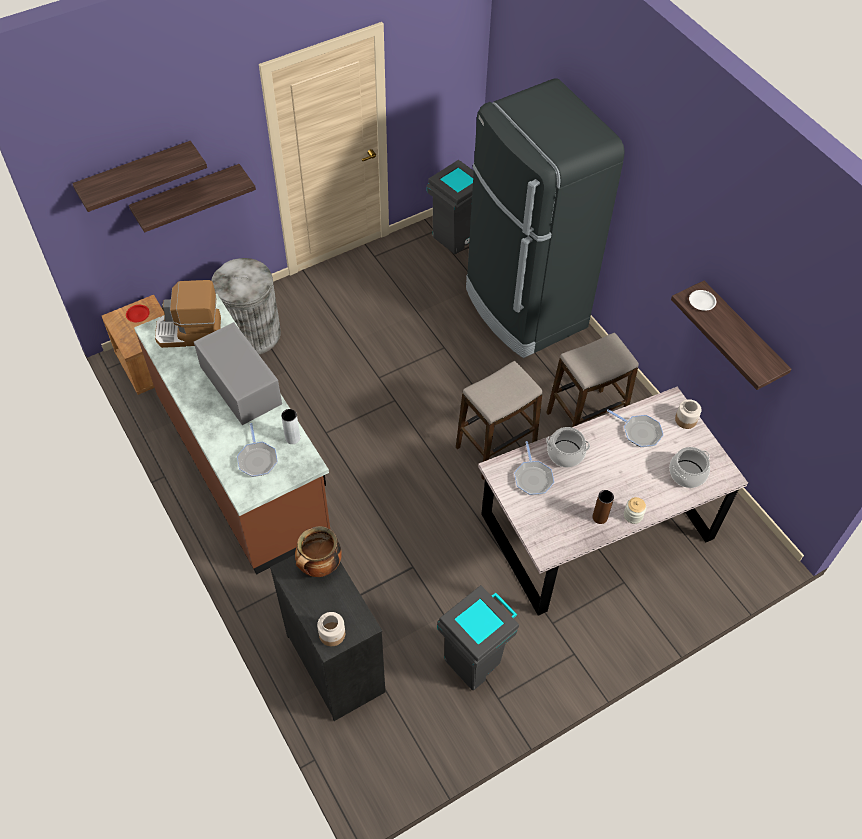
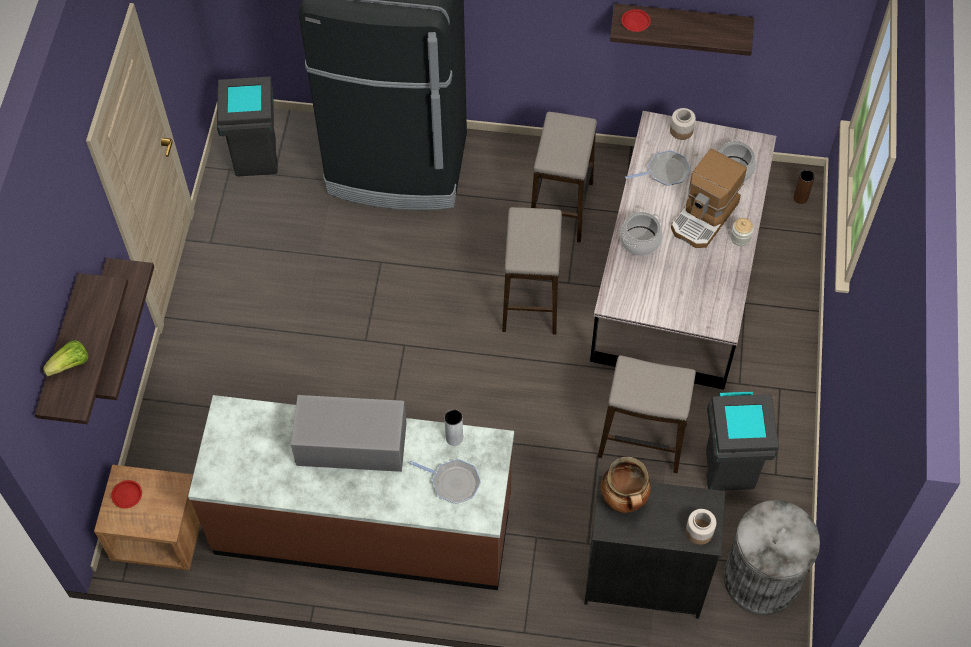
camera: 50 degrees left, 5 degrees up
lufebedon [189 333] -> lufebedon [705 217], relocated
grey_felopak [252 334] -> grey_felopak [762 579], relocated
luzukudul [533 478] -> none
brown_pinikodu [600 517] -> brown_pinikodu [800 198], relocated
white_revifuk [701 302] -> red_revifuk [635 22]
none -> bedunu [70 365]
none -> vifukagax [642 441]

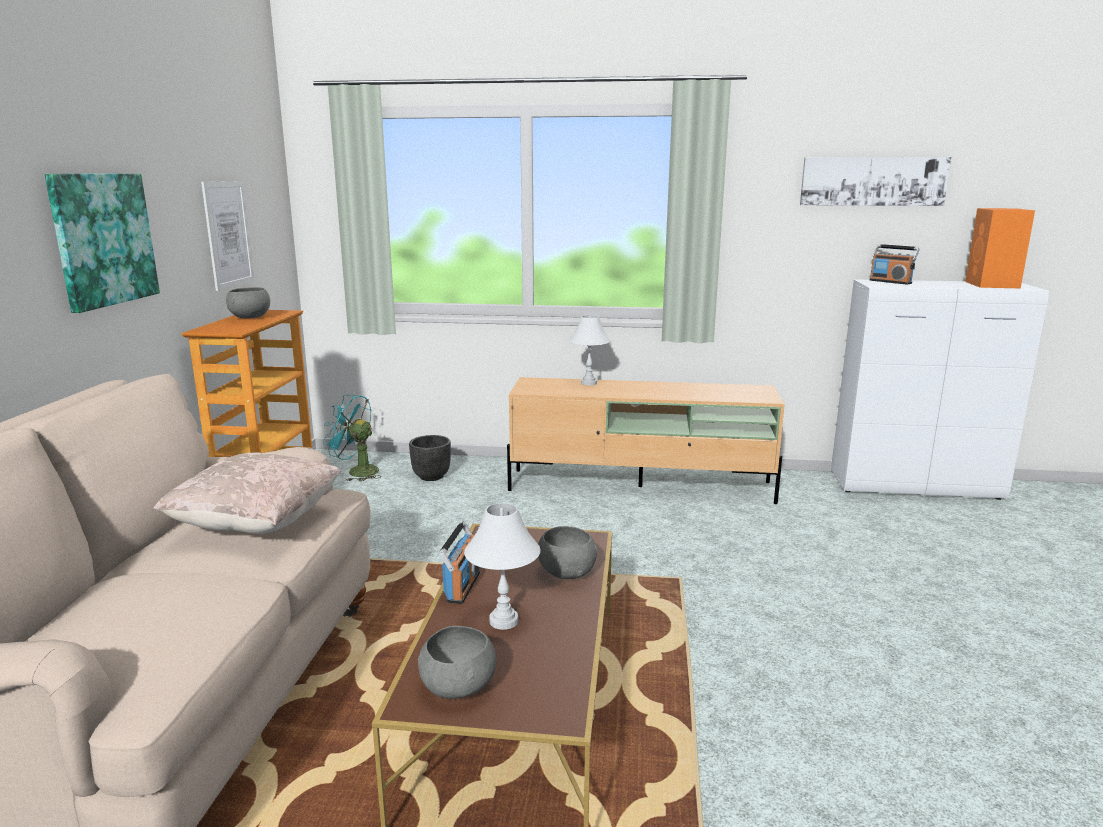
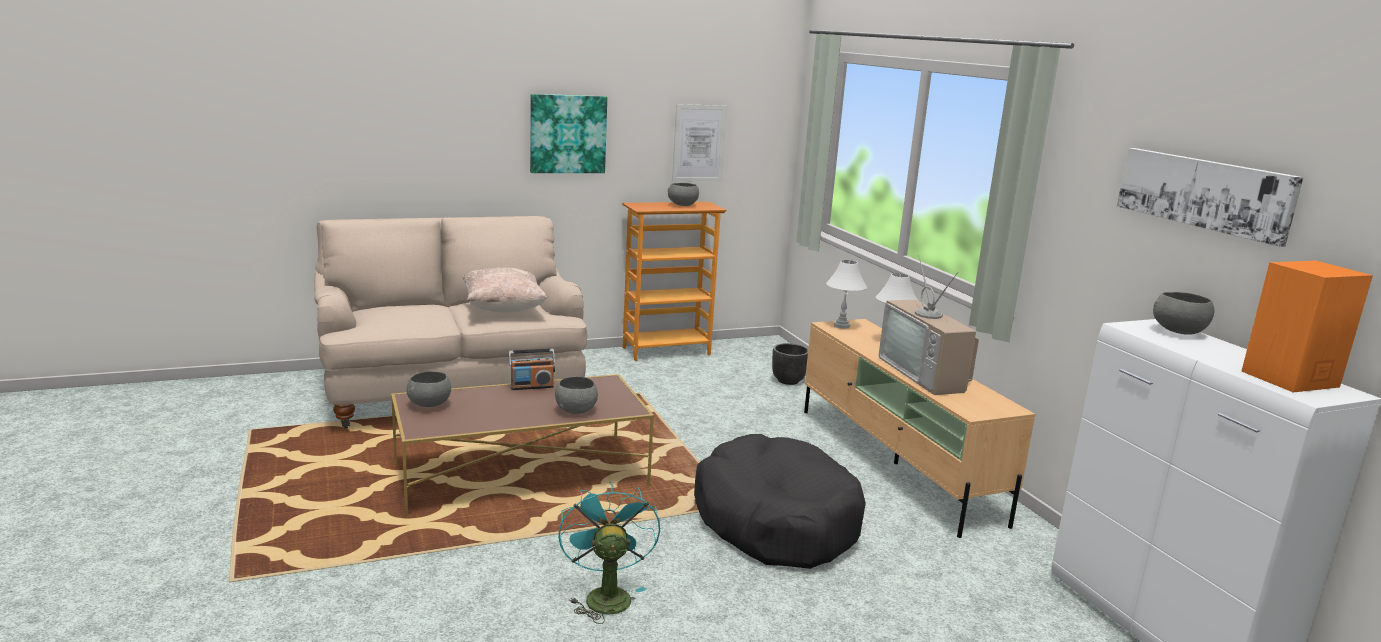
camera: 60 degrees right, 0 degrees up
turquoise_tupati [356 471] -> turquoise_tupati [605 595], relocated
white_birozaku [503 621] -> white_birozaku [841 326], relocated
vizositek [890 282] -> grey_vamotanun [1177 332]
none -> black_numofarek [775 521]
none -> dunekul [927 374]

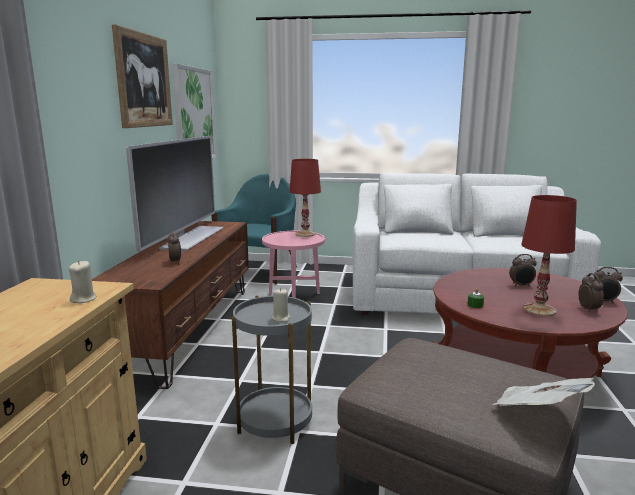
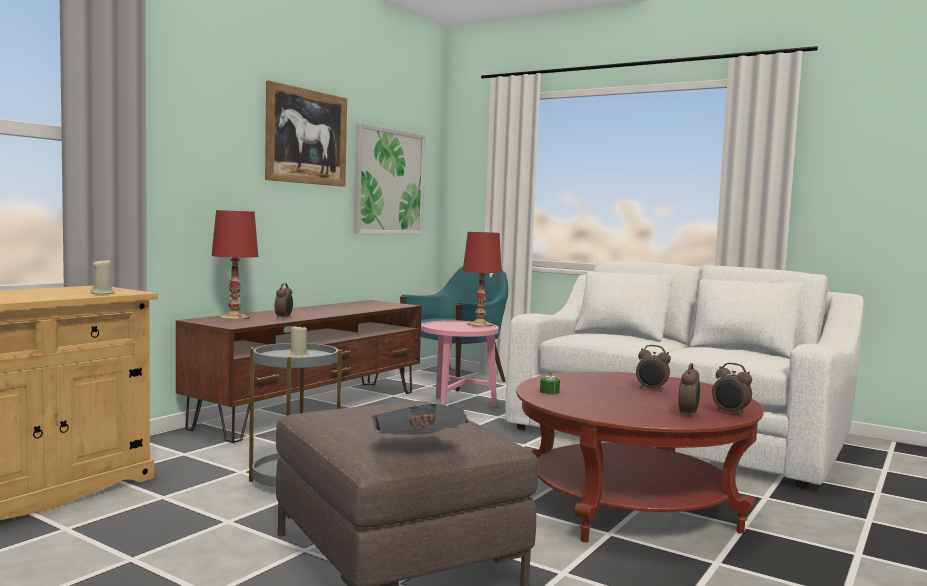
camera: 25 degrees right, 10 degrees down
dunekul [191 238] -> none
red_birozaku [539 309] -> red_birozaku [235 317], relocated

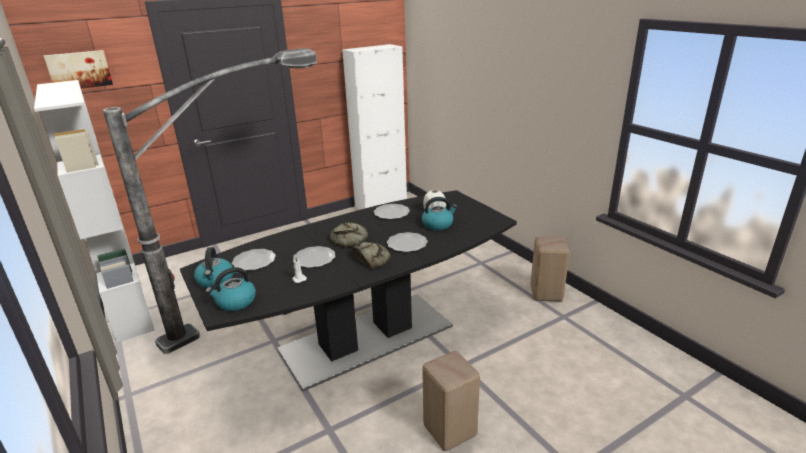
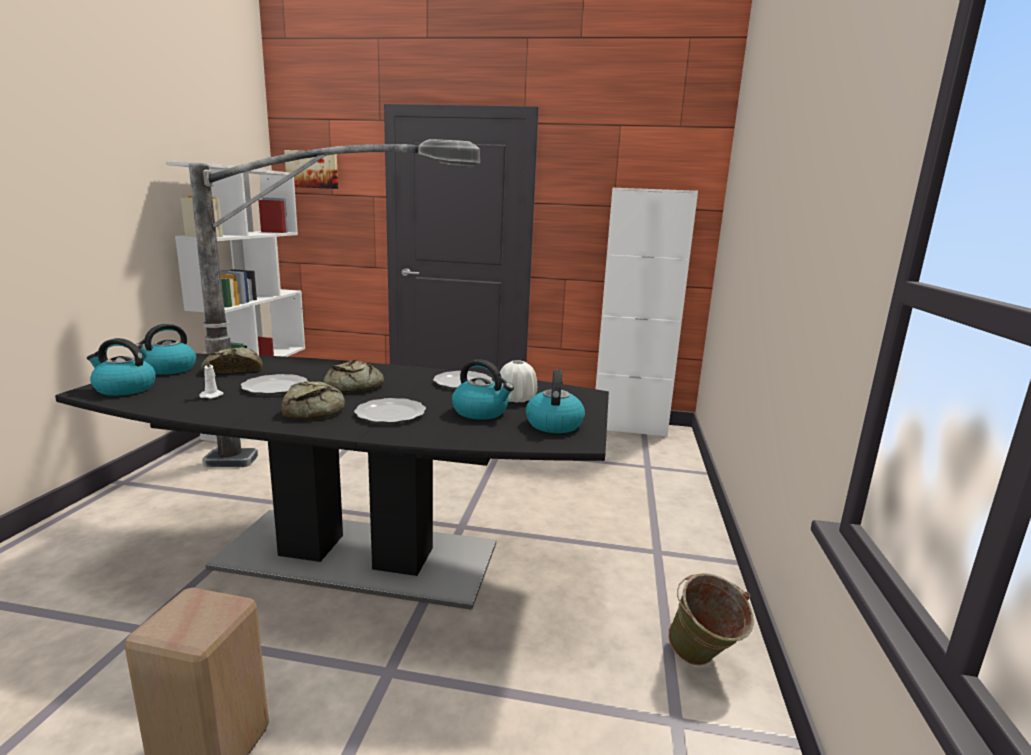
camera: 40 degrees right, 10 degrees down
revifuk [254 261] -> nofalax [232 369]
beige_vifukagax [547 294] -> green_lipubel [702 662]
none -> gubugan [554 424]

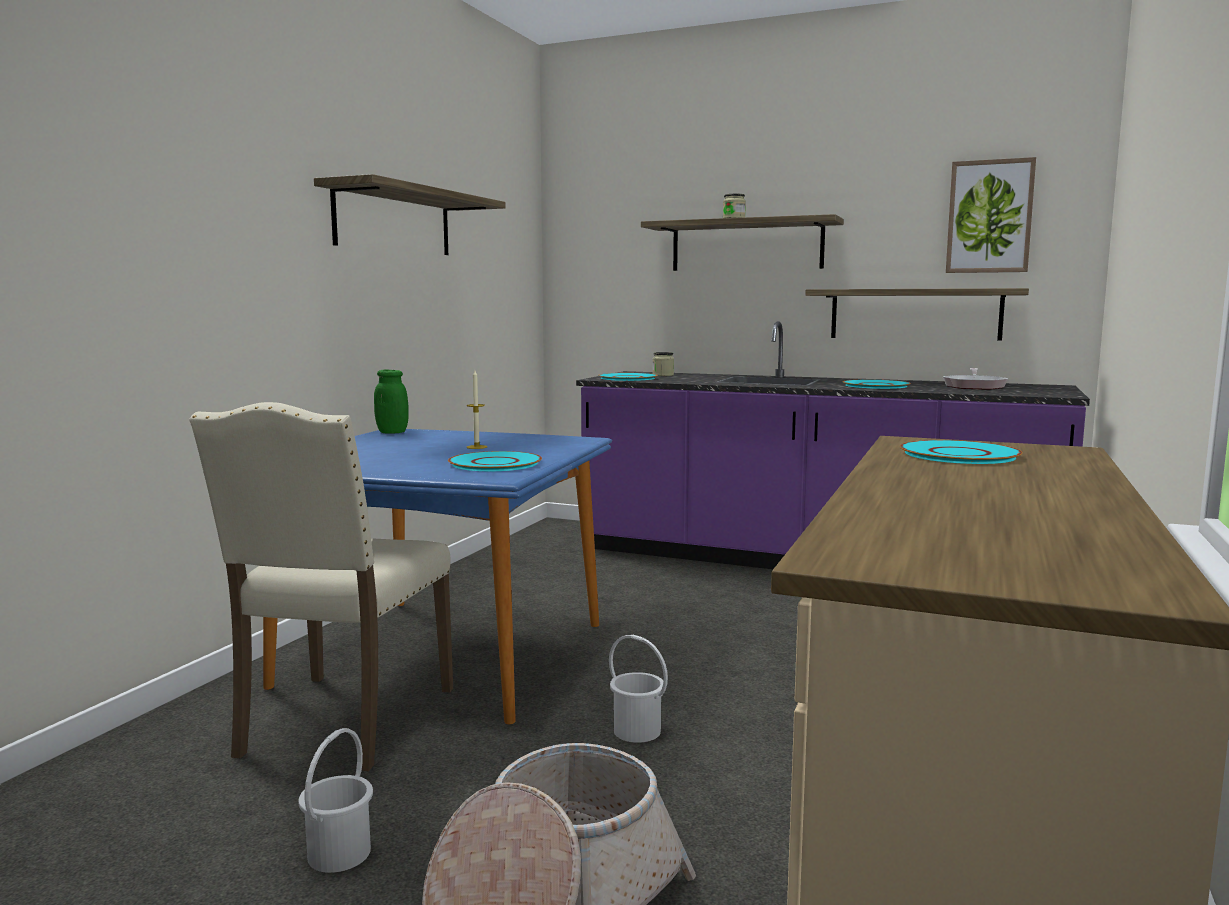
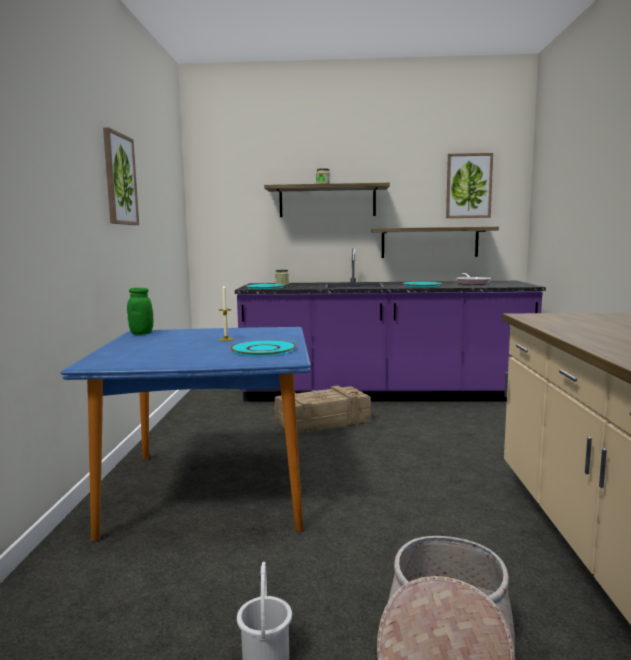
camera: 20 degrees left, 0 degrees up
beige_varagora [342 722] -> none
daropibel [394 221] -> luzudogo [119 179]
white_lipubel [637 730] -> none
turquoise_revifuk [958 454] -> none
none -> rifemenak [321 421]

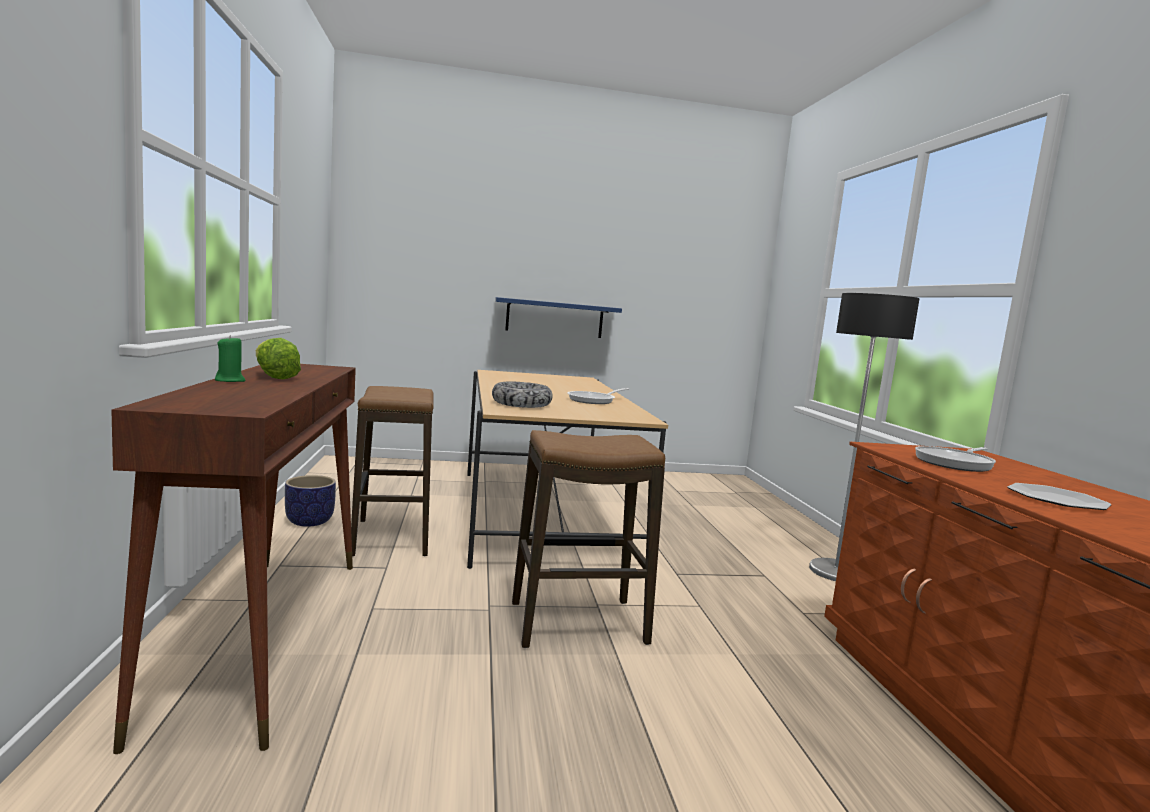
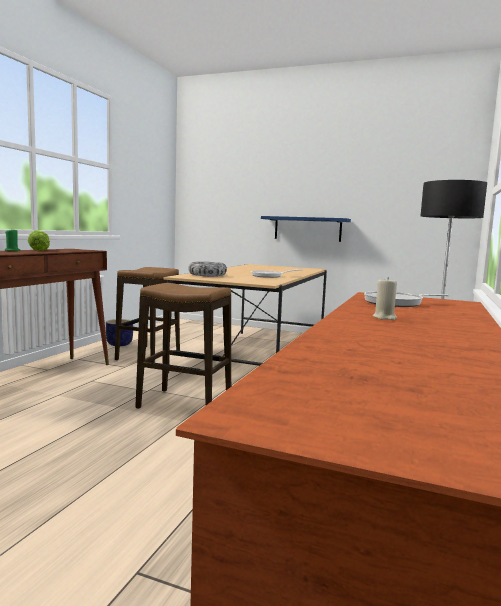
camera: 30 degrees right, 0 degrees up
revifuk [1056 499] -> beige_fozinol [384 318]

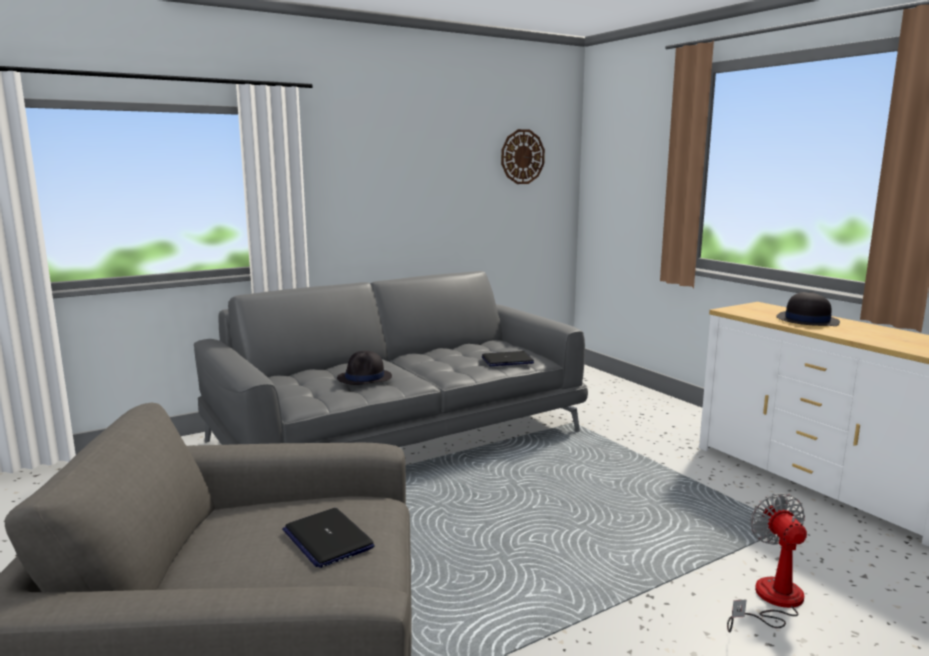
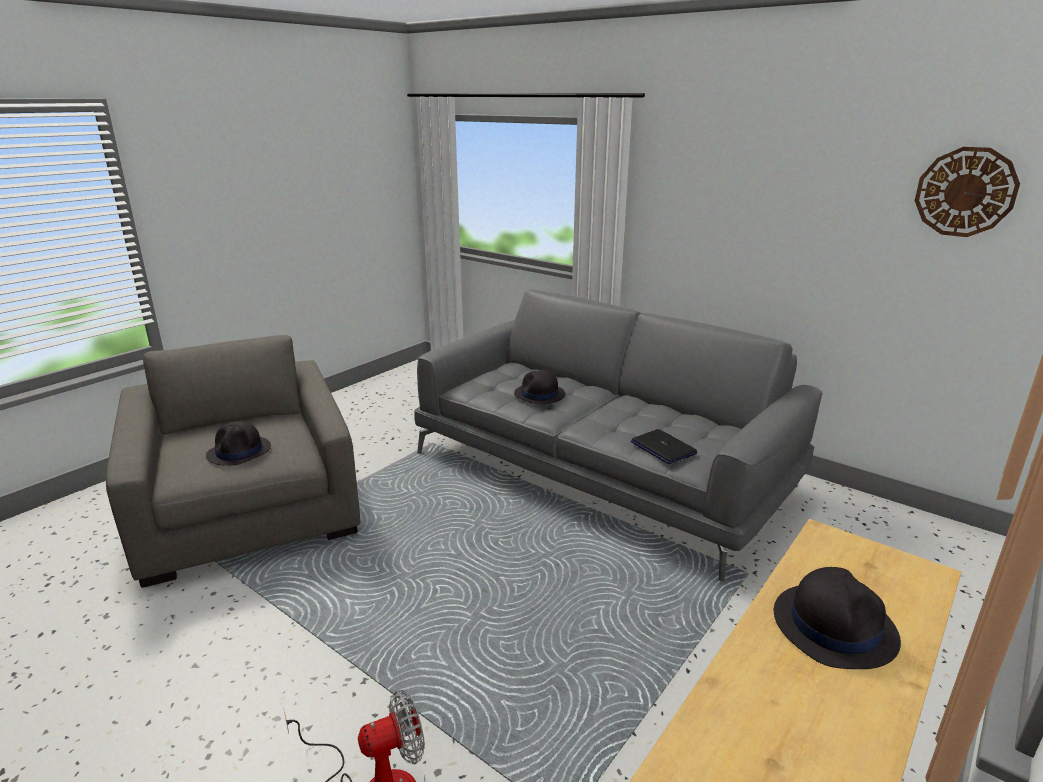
camera: 70 degrees right, 10 degrees up
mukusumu [327 539] -> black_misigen [239 451]

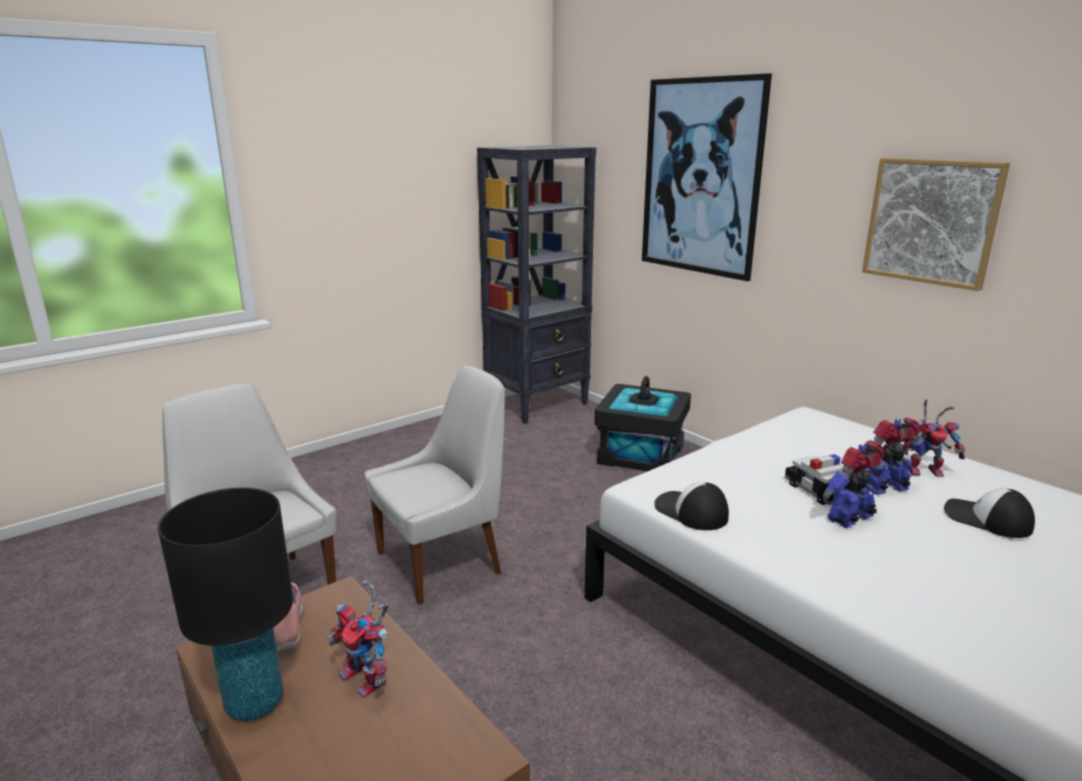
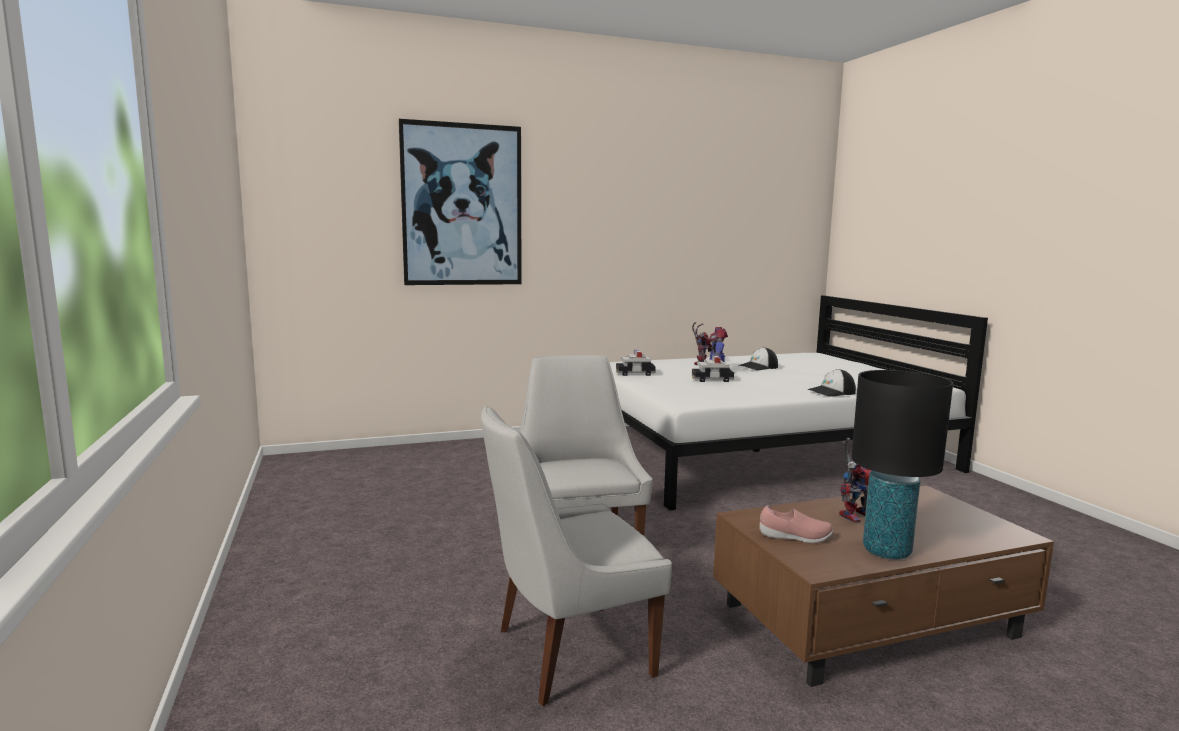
camera: 70 degrees left, 10 degrees down
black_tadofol [538 404] -> none
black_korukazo [640 454] -> none
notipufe [690 512] -> notipufe [831 392], relocated
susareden [851 518] -> none
luzudogo [931 222] -> none
none -> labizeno [635 373]

